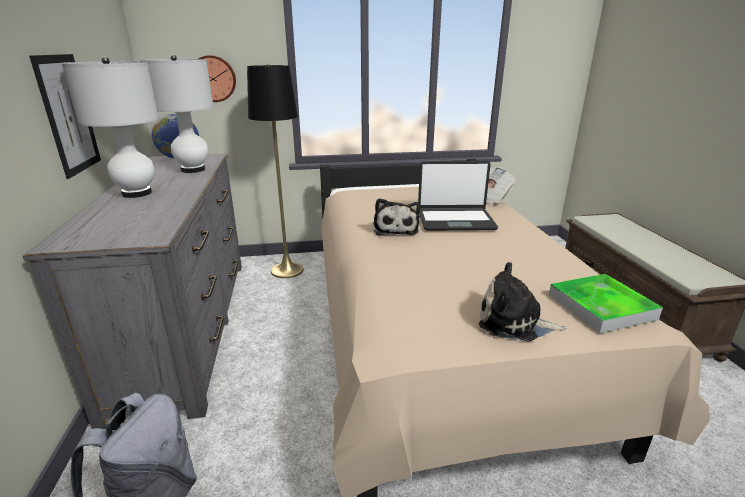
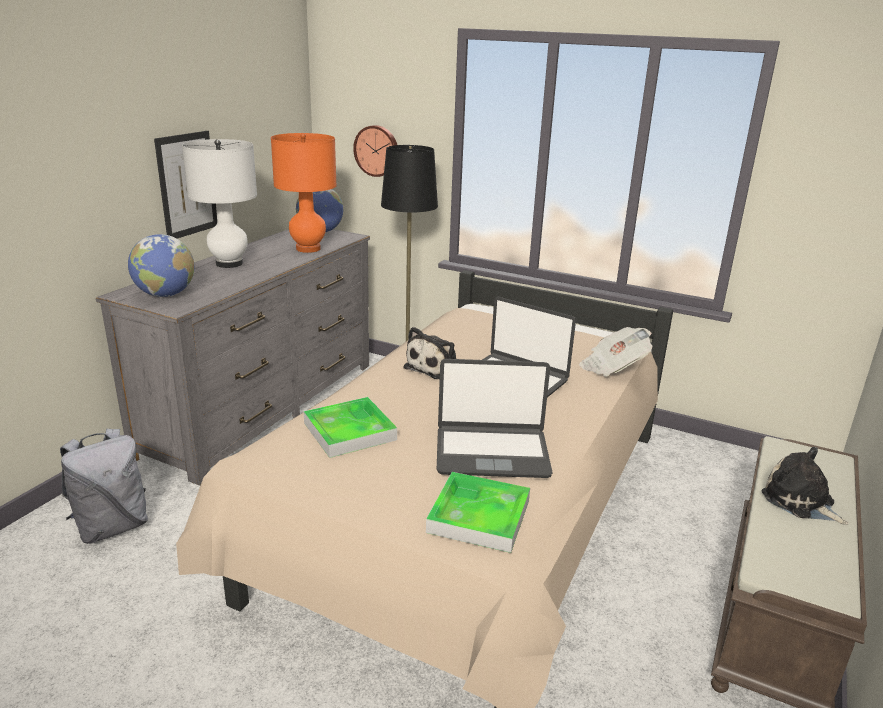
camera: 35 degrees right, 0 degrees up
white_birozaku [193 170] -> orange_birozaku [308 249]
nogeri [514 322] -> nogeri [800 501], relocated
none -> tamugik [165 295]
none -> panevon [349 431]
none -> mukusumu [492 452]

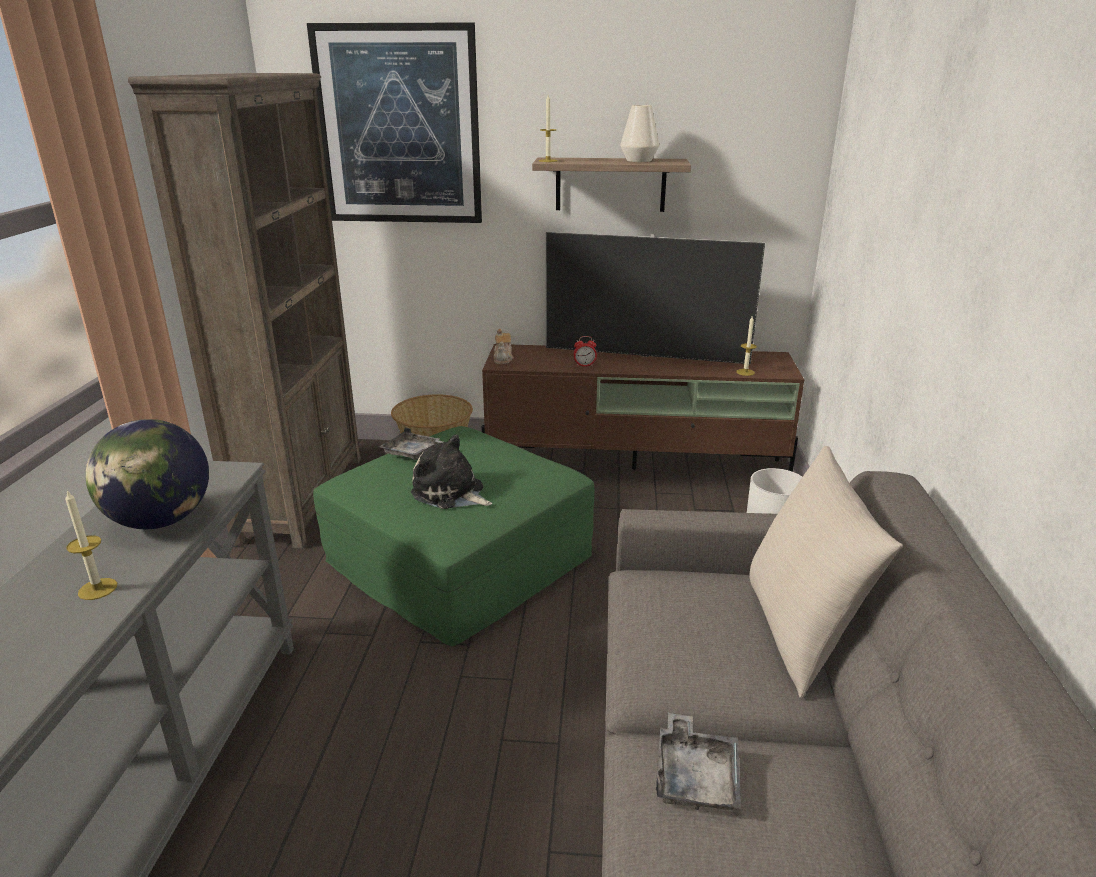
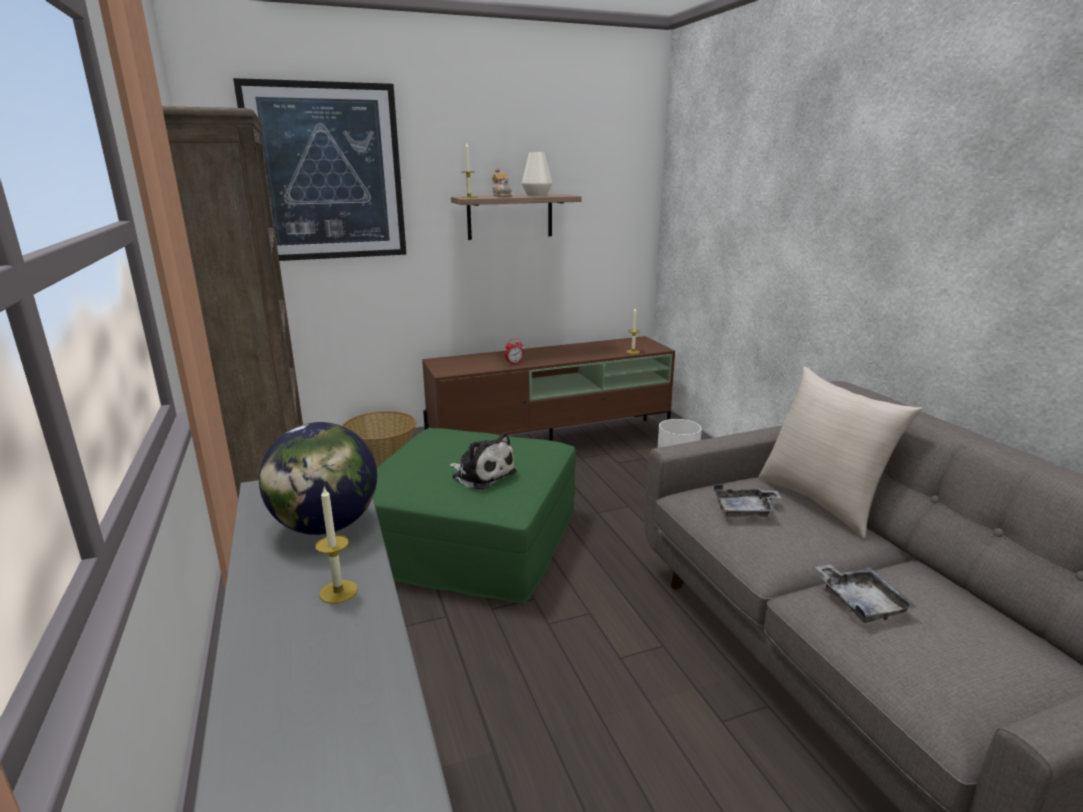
camera: 25 degrees left, 5 degrees down
grey_panevon [413 453] -> grey_panevon [745 510], relocated
nogeri [450 493] -> nogeri [482 474], 150 degrees counterclockwise
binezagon [503 359] -> binezagon [502 196], relocated
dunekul [645 356] -> none

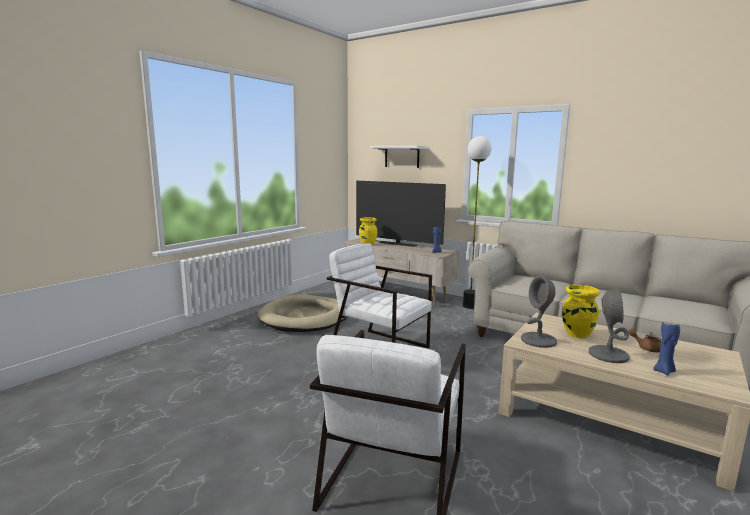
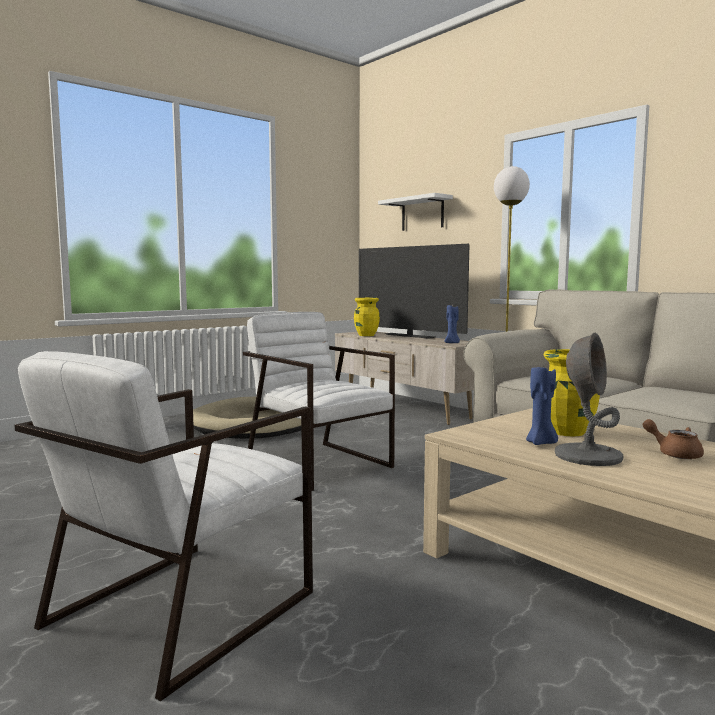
camera: 15 degrees right, 5 degrees down
grey_birozaku [538 340] -> none
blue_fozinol [664 371] -> blue_fozinol [541 443], relocated

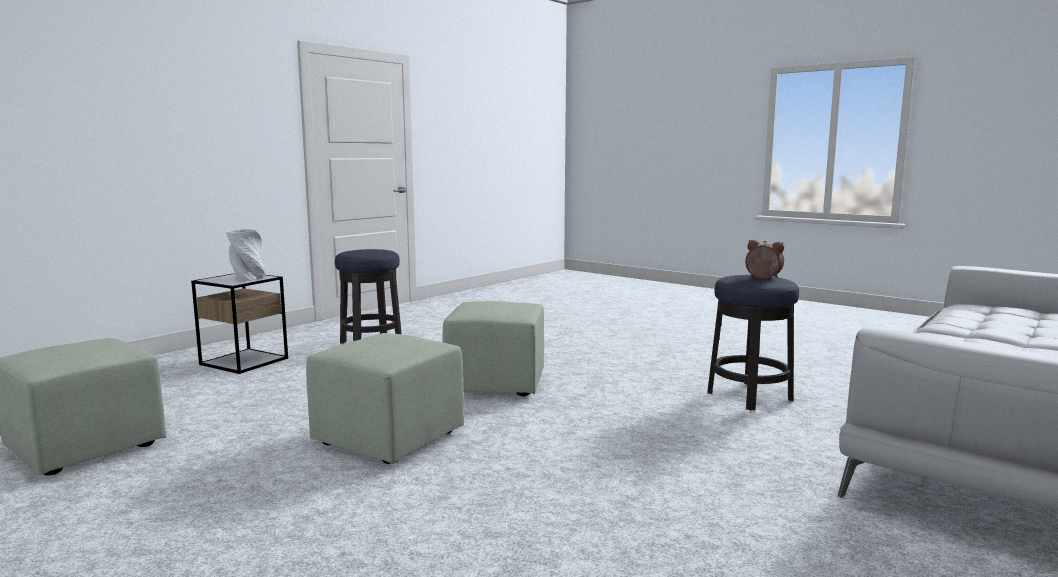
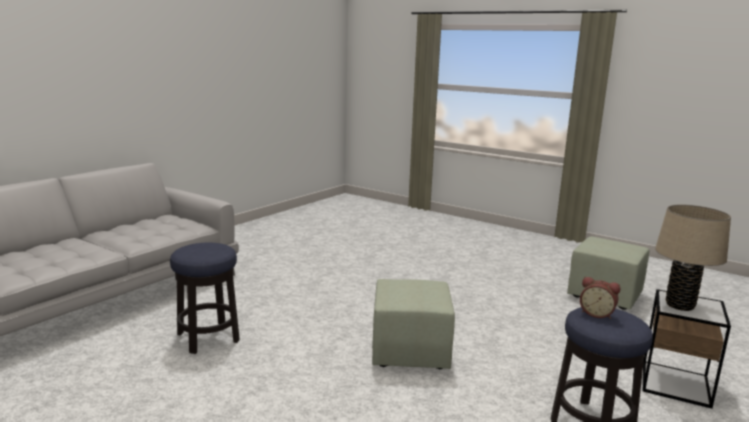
camera: 175 degrees right, 5 degrees up
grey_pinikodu [248 278] -> beige_birozaku [680 305]
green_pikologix [389 438] -> none
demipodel [762 278] -> demipodel [597 313], relocated

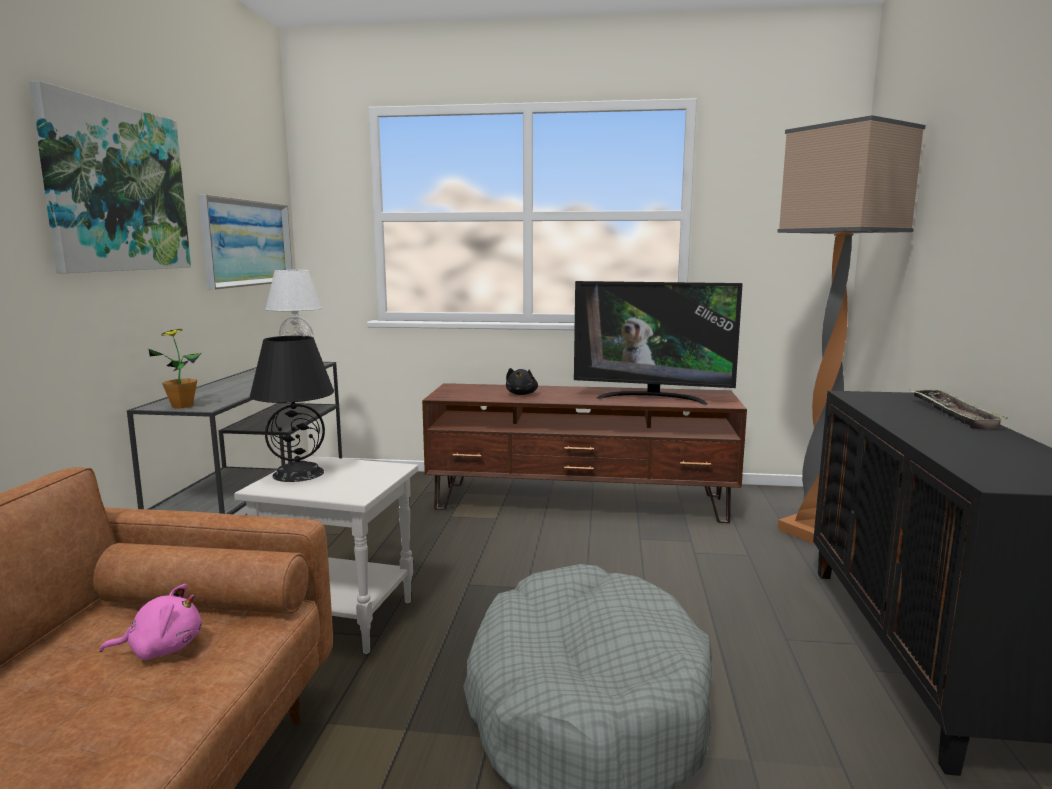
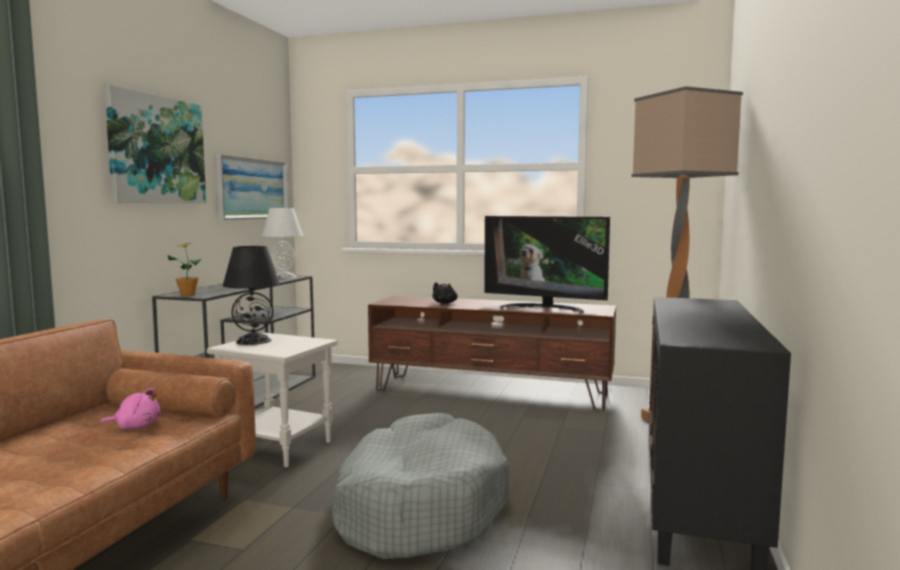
camera: 10 degrees right, 5 degrees down
panevon [952 414] -> none

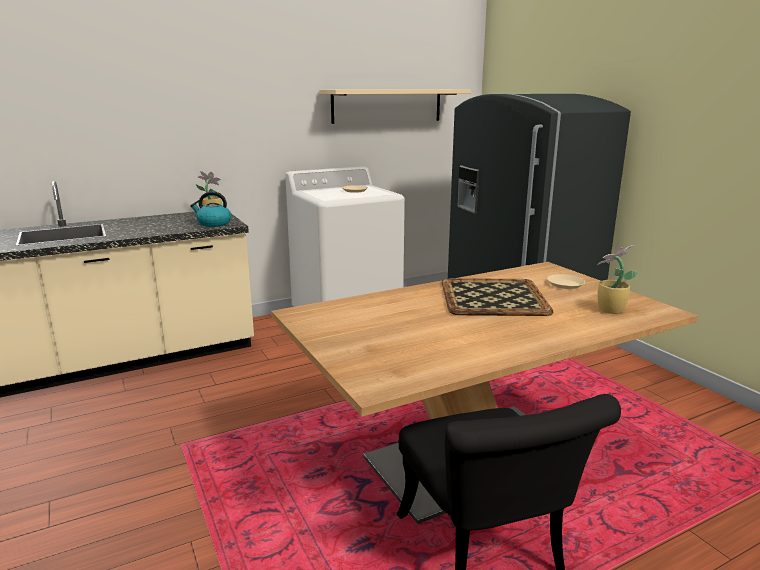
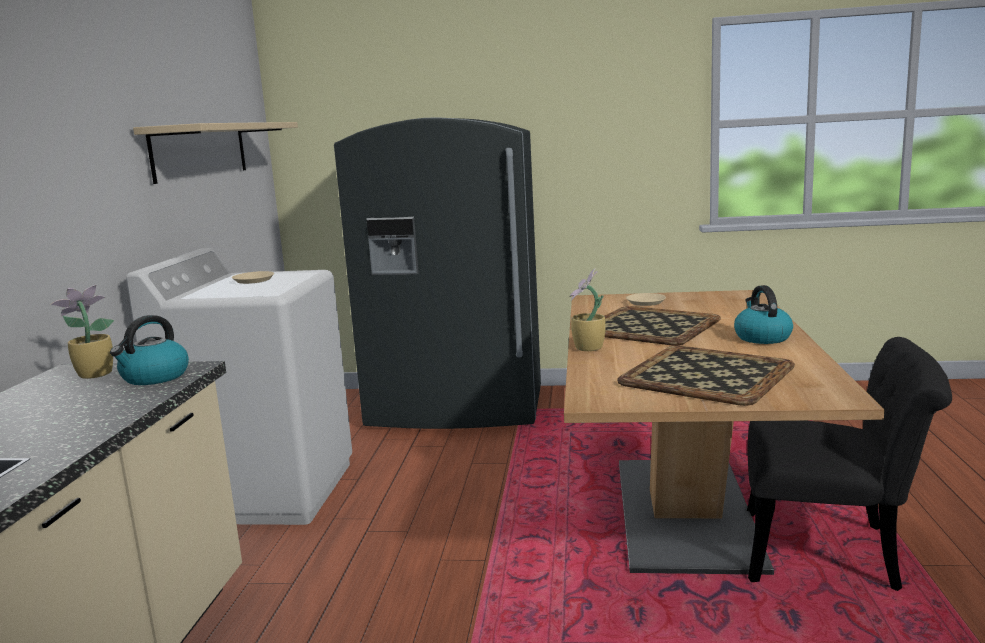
camera: 55 degrees left, 5 degrees down
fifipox [609 310] -> fifipox [588 348], relocated
none -> panevon [705 374]
none -> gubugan [761 337]

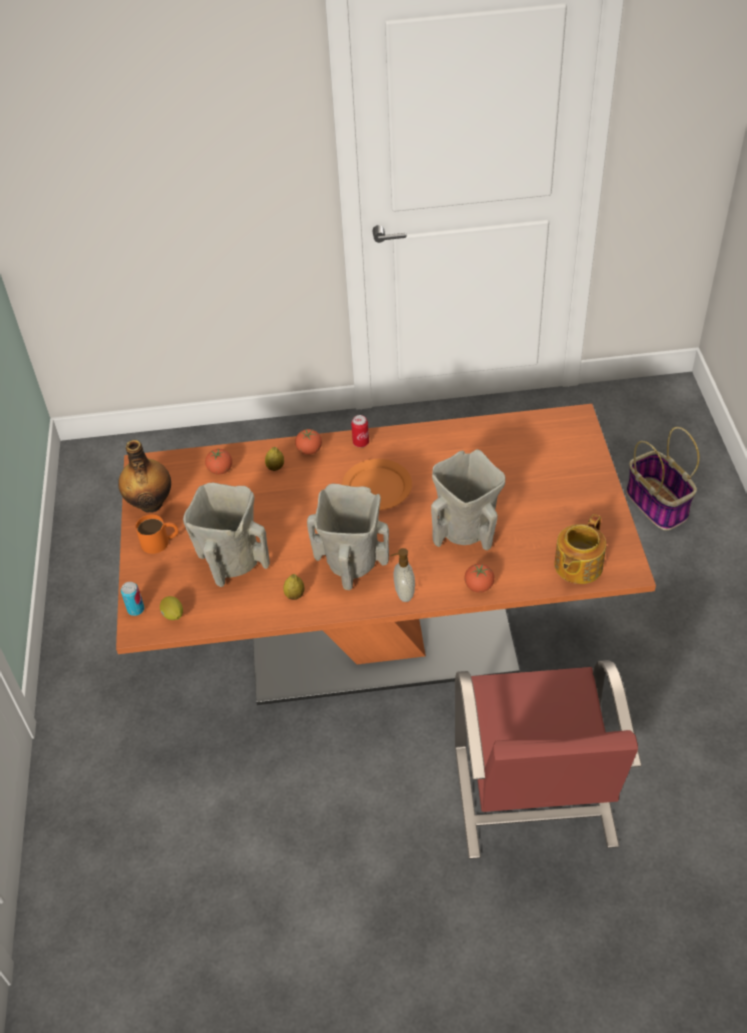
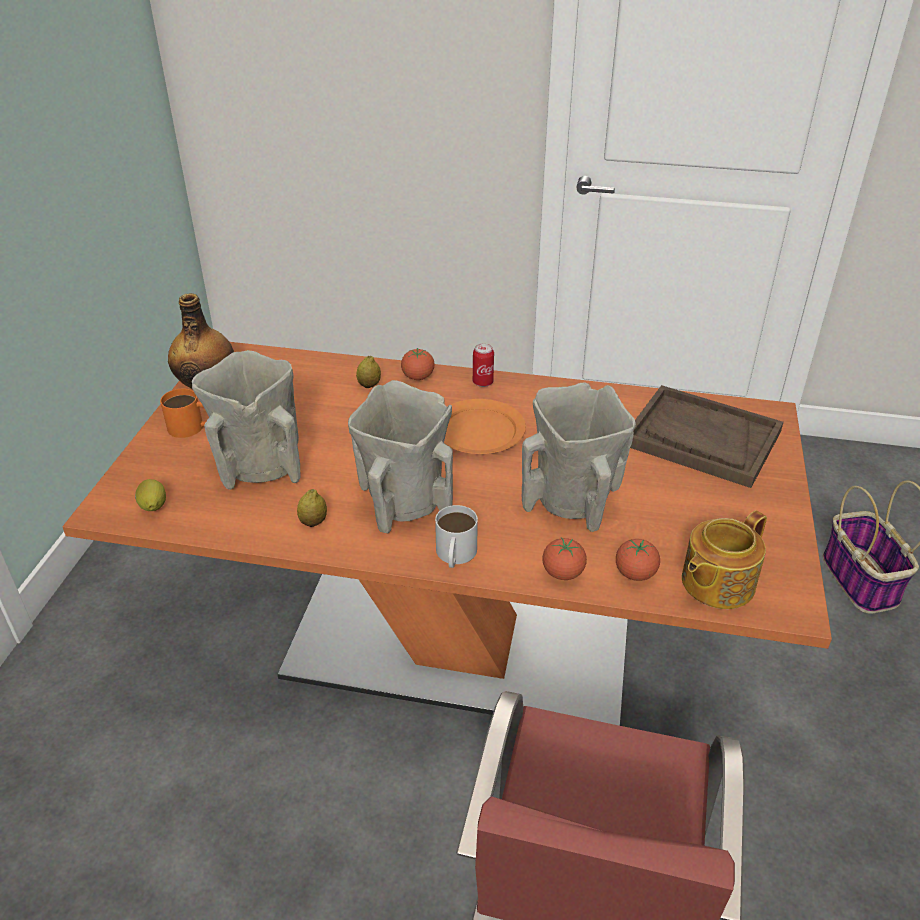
camera: 15 degrees right, 10 degrees down
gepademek [136 609] -> none
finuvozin [220 470] -> finuvozin [635 574], relocated
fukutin [403 593] -> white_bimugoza [455 555]
none -> brown_panevon [701 438]

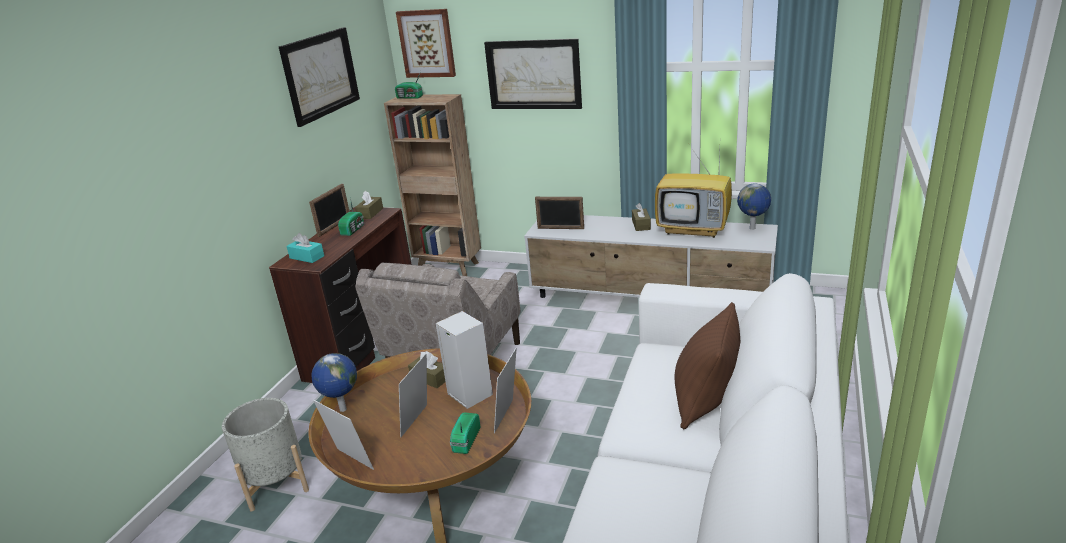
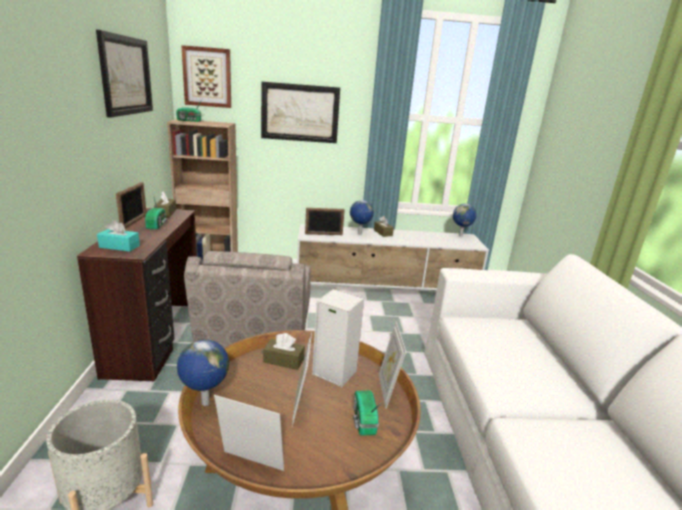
camera: 25 degrees left, 5 degrees down
dunekul [694 230] -> none
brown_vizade [705 401] -> none
none -> tamugik [359 234]

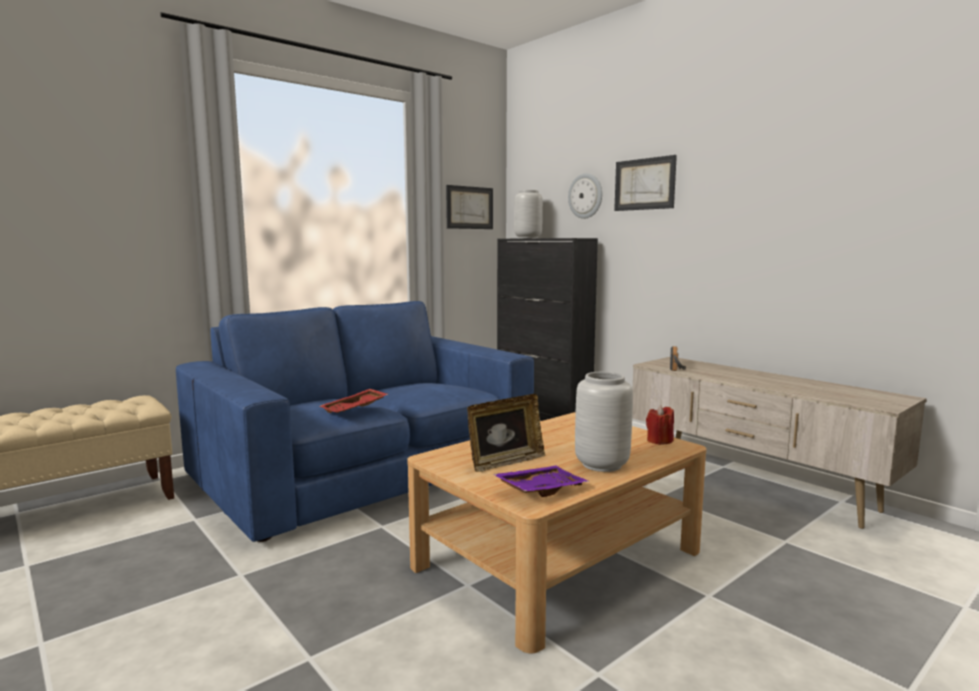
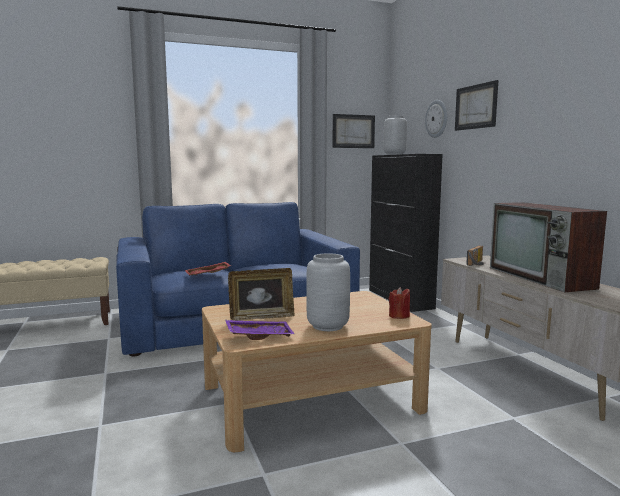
camera: 20 degrees right, 0 degrees up
none -> dunekul [541 278]

